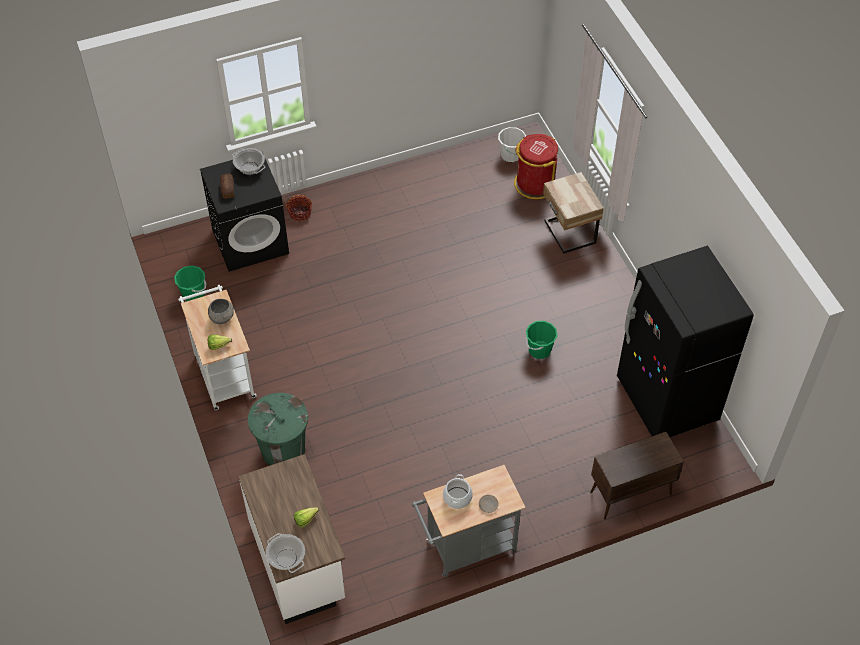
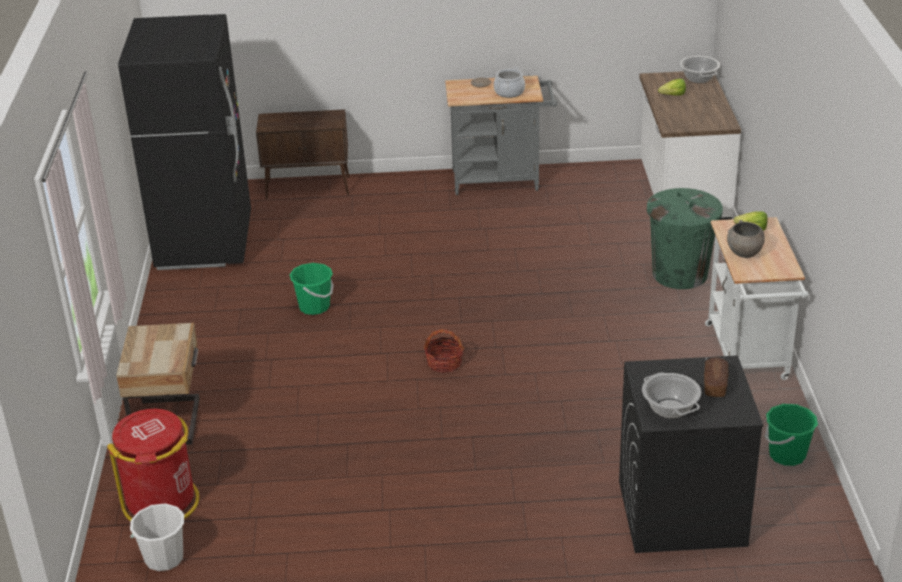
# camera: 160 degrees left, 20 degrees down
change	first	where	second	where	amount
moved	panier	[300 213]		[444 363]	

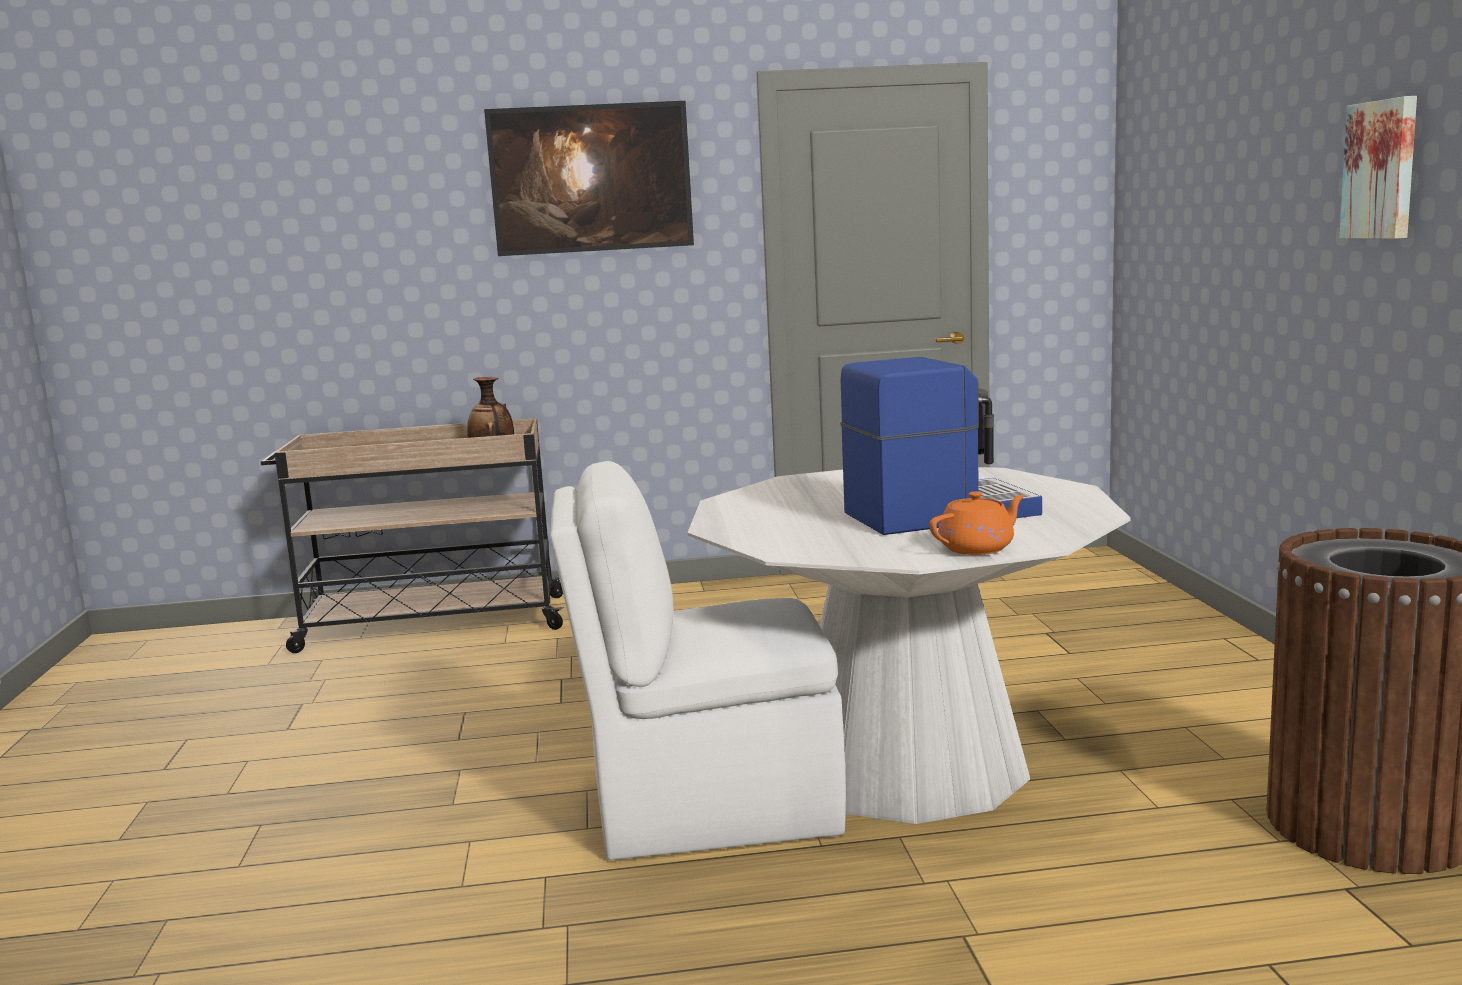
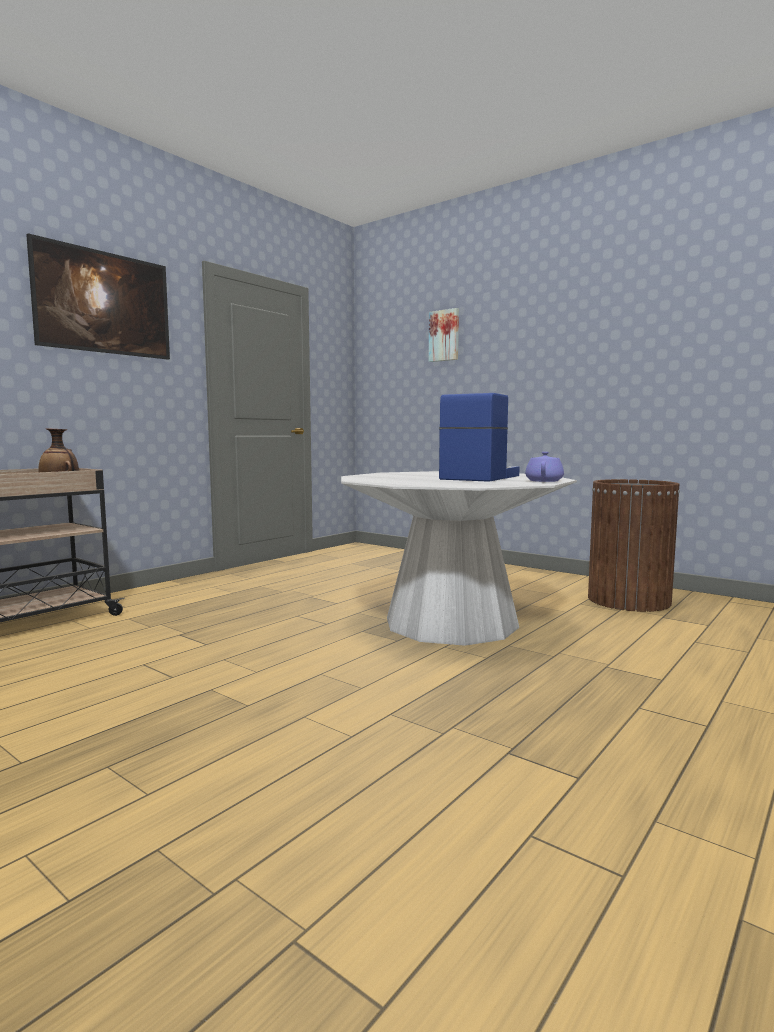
# camera: 45 degrees left, 5 degrees down
change	first	where	second	where	amount
moved	tableau	[1382 170]		[444 335]	
recoloured	théière/orange	[978 548]	théière/violet	[544 481]	
removed	chaise/blanc	[708 807]			

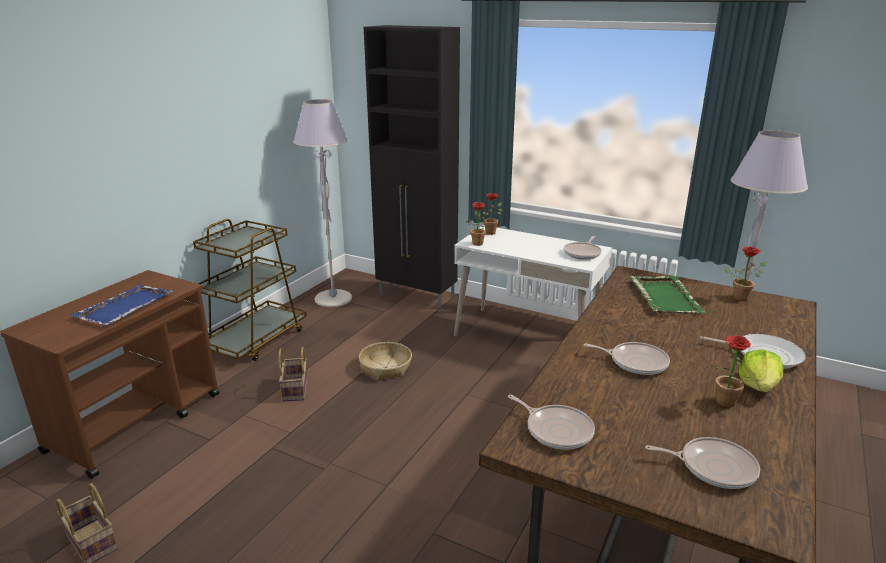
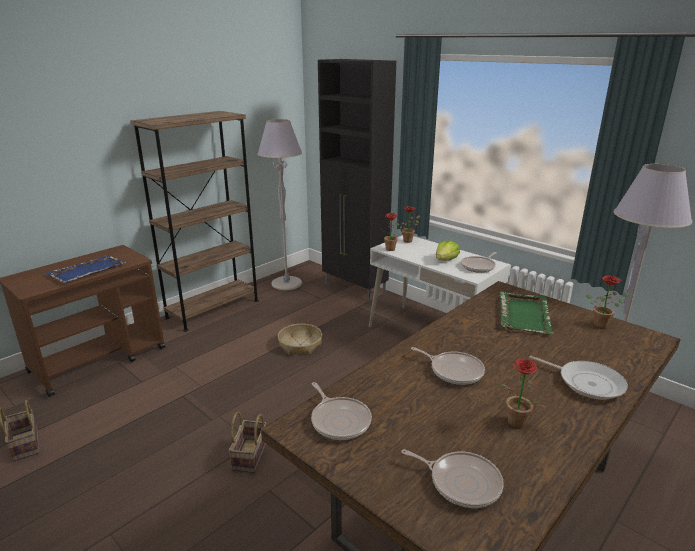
# camera: 15 degrees right, 0 degrees up
change	first	where	second	where	amount
replaced	chariot/marron	[256 340]	bibliothèque/marron	[213 309]	
moved	panier	[296 390]		[250 457]	
moved	laitue	[759 385]		[446 260]	

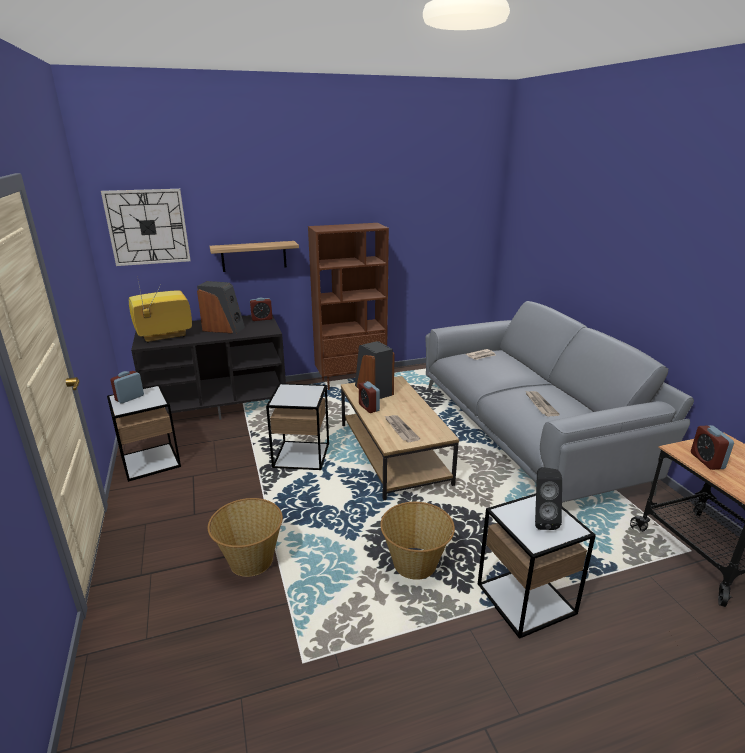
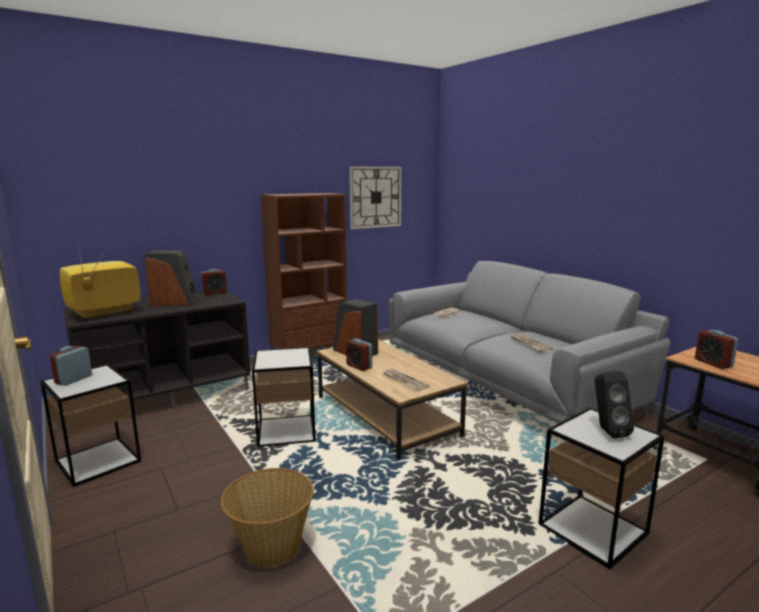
# camera: 15 degrees left, 10 degrees down
change	first	where	second	where	amount
moved	horloge murale	[148 227]		[375 197]	
removed	étagère	[254 256]			
removed	panier	[415 564]			

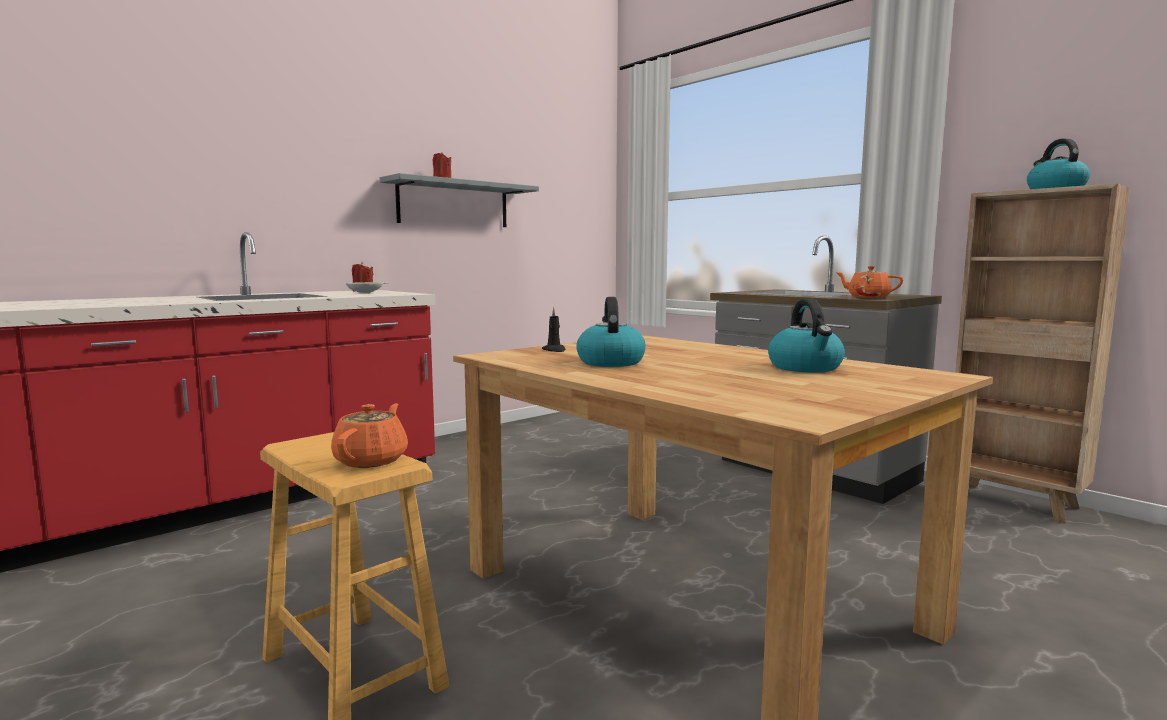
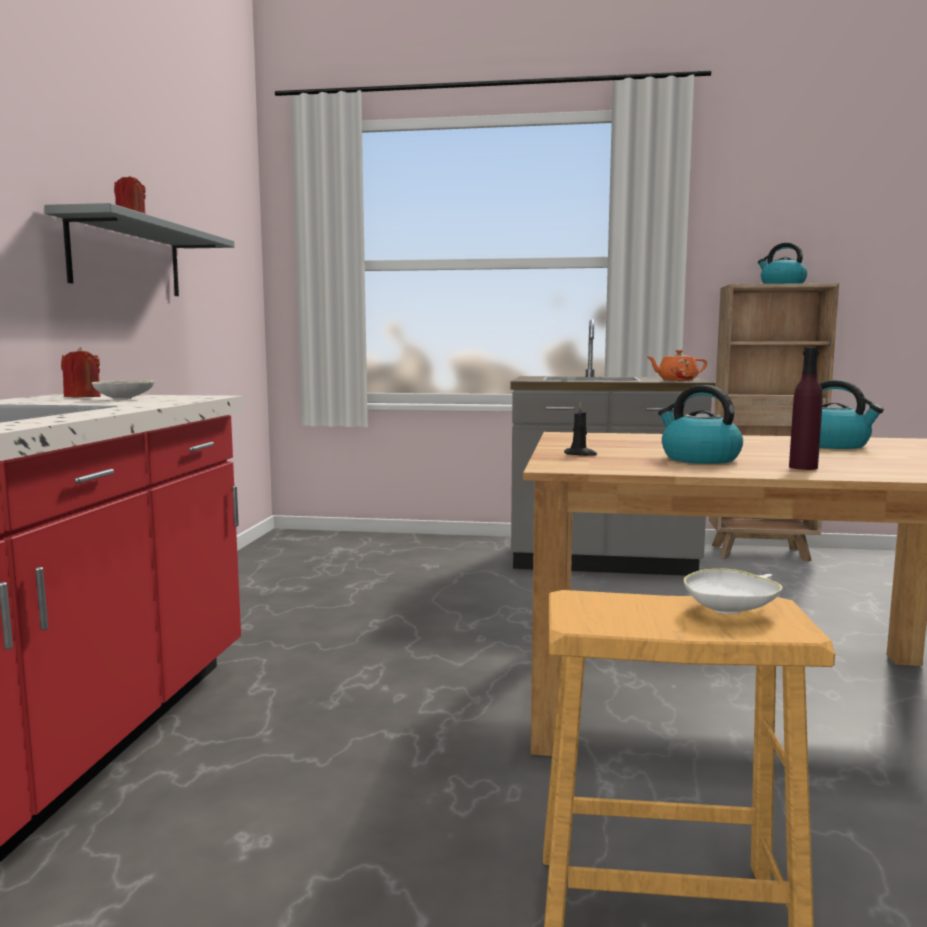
# camera: 40 degrees left, 0 degrees up
change	first	where	second	where	amount
replaced	théière/orange	[372 460]	bol/blanc	[730 608]	
added			bouteille/violet	[803 467]	

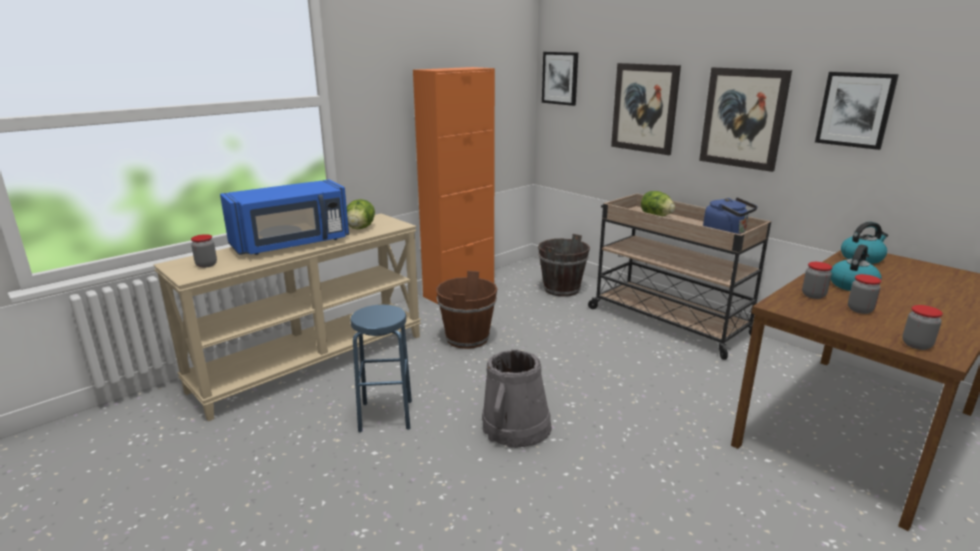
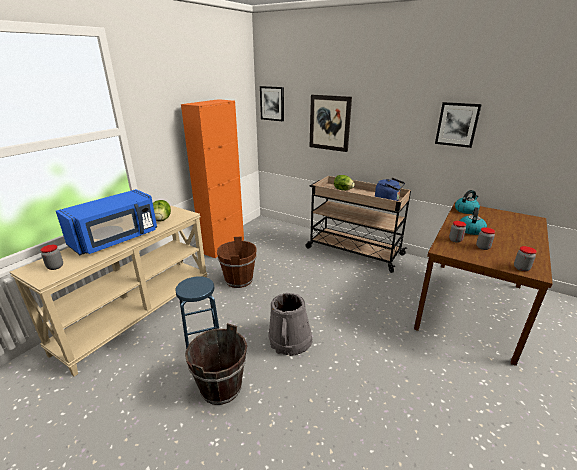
# camera: 15 degrees left, 5 degrees up
change	first	where	second	where	amount
moved	seau/marron	[562 289]		[221 388]	
removed	tableau	[743 118]			

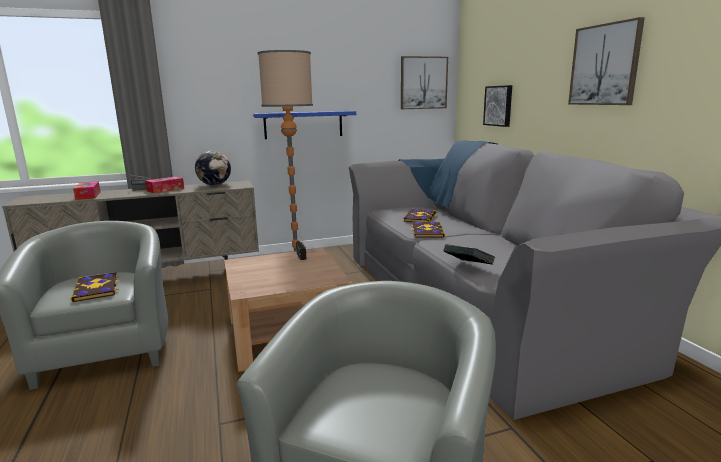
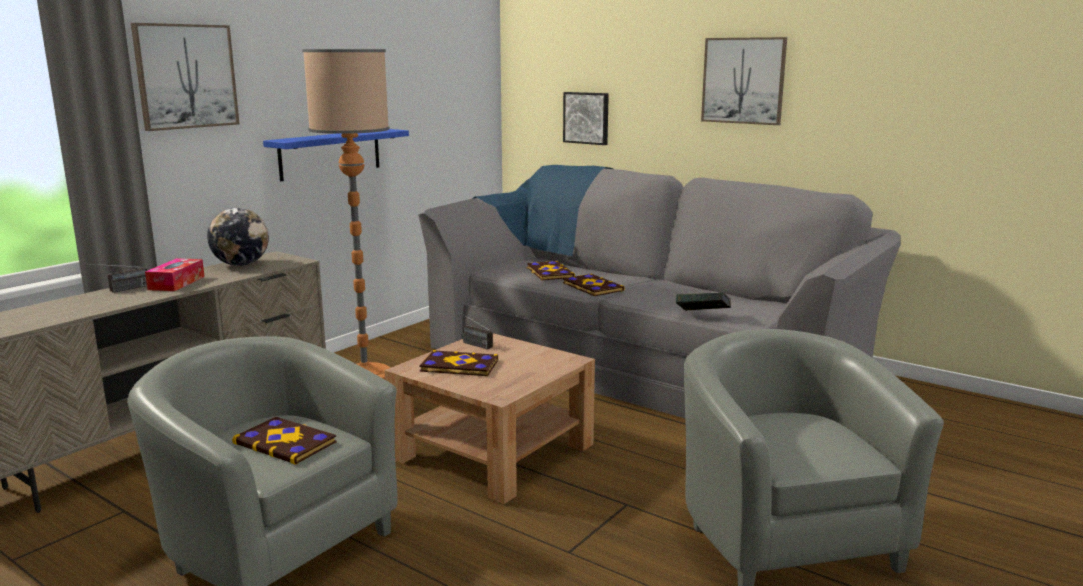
# camera: 35 degrees left, 0 degrees up
change	first	where	second	where	amount
moved	tableau	[423 83]		[186 76]	
added			livre	[459 366]	
removed	boîte à mouchoirs	[88 196]			

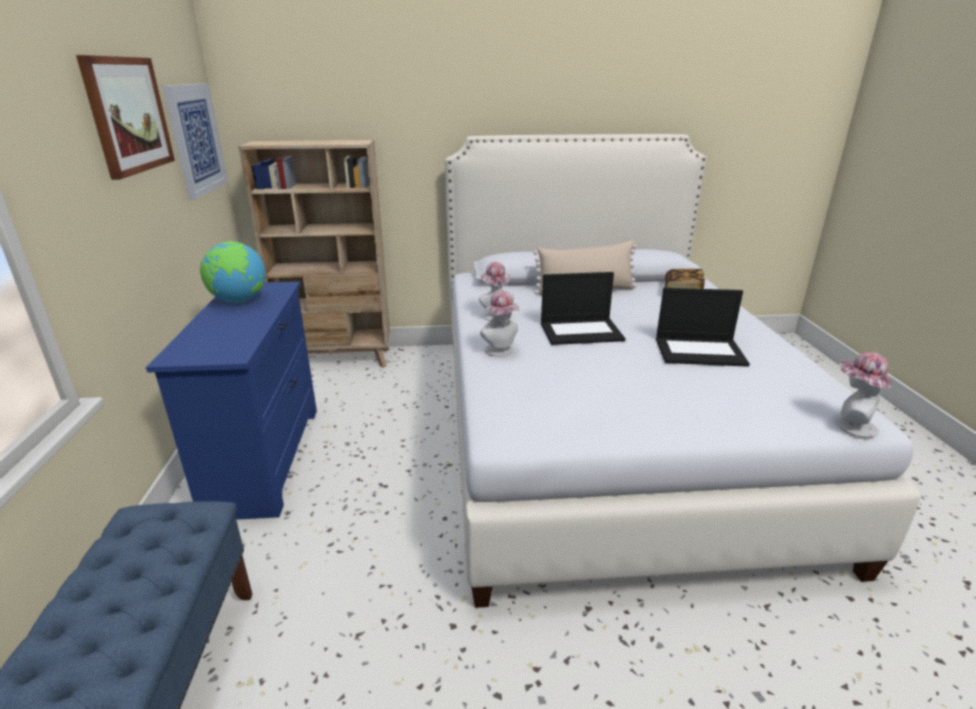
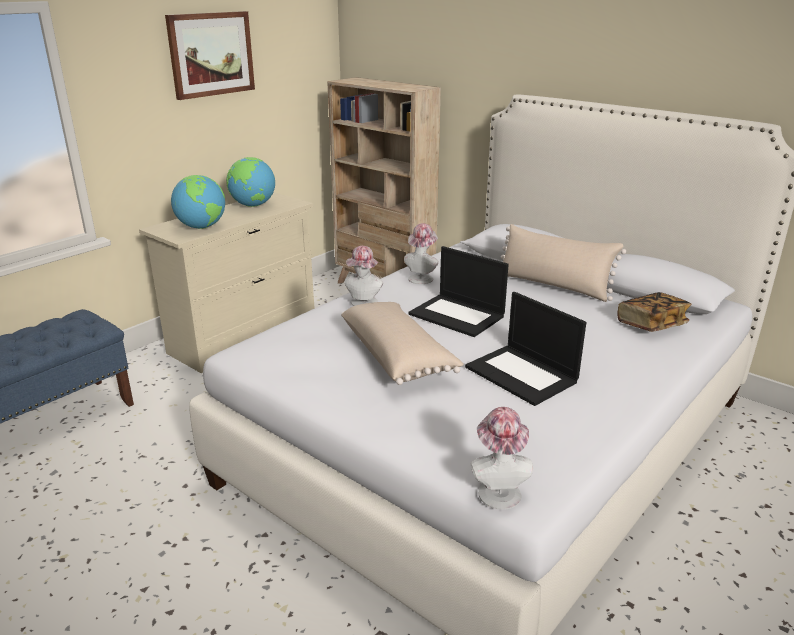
# camera: 45 degrees right, 0 degrees up
change	first	where	second	where	amount
recoloured	commode/bleu	[266 458]	commode/beige	[244 335]	
added			globe	[202 227]	
added			coussin/beige	[398 356]	
removed	tableau	[196 139]			

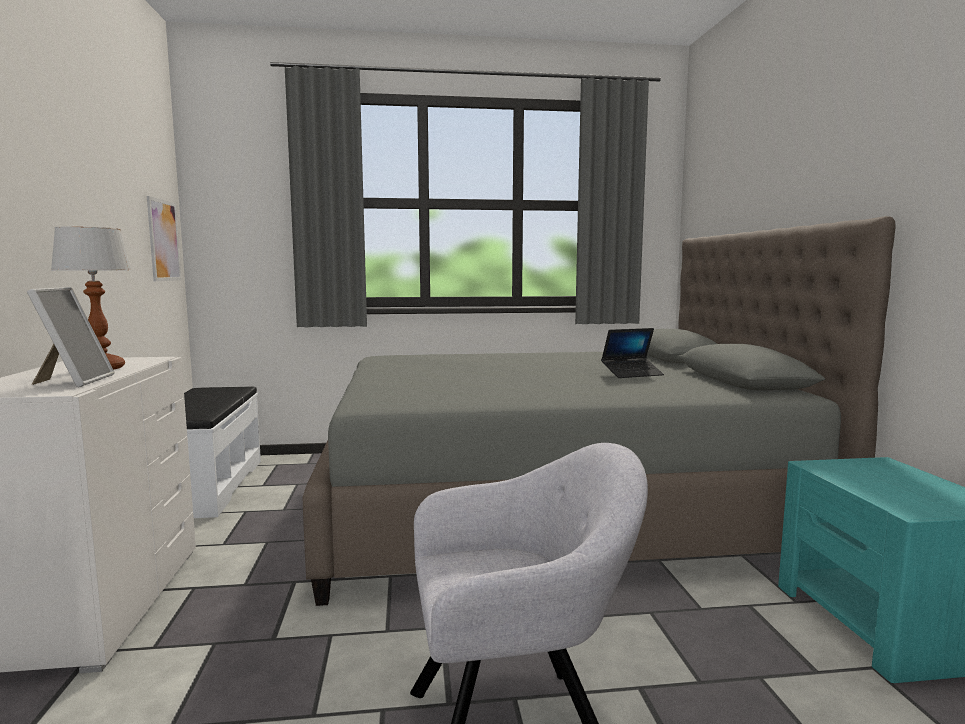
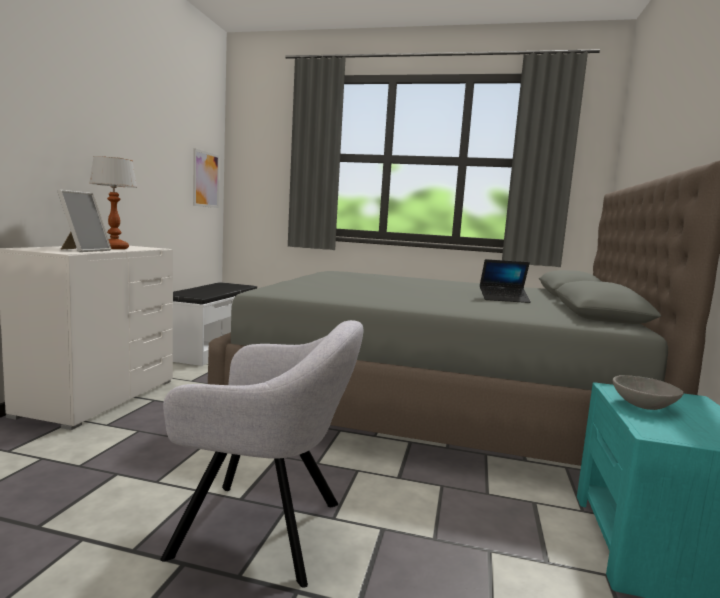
# camera: 20 degrees right, 0 degrees up
change	first	where	second	where	amount
added			bol/gris	[643 405]	

